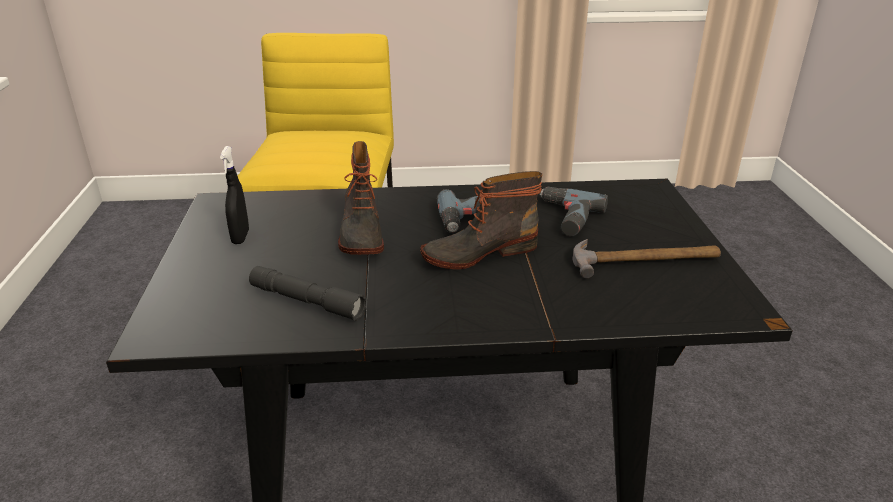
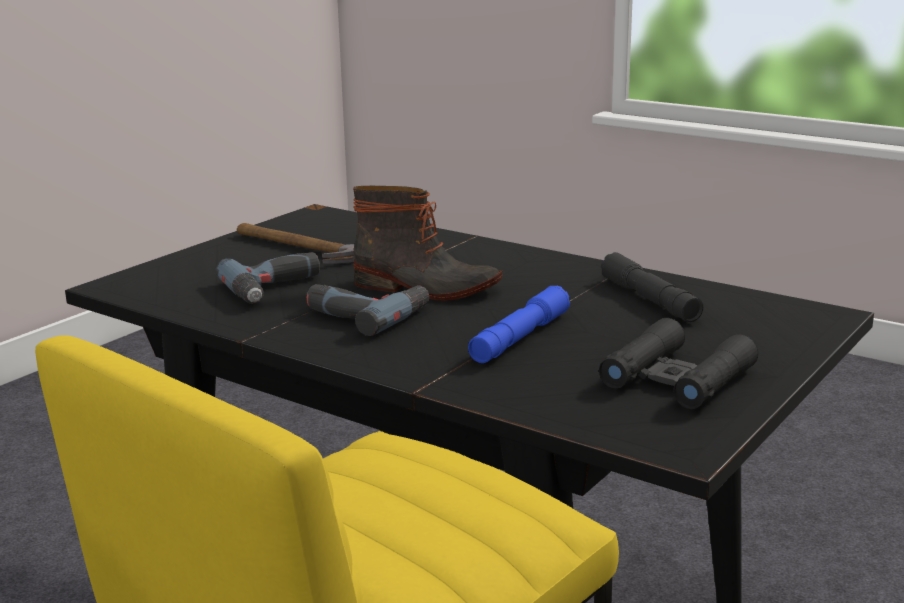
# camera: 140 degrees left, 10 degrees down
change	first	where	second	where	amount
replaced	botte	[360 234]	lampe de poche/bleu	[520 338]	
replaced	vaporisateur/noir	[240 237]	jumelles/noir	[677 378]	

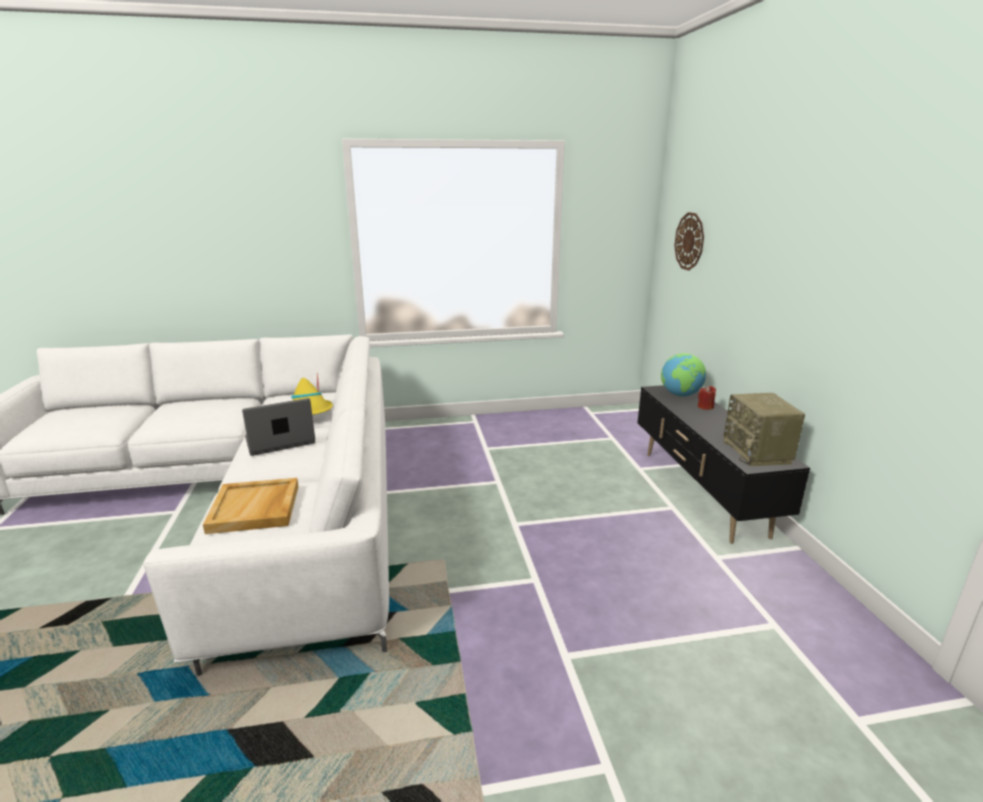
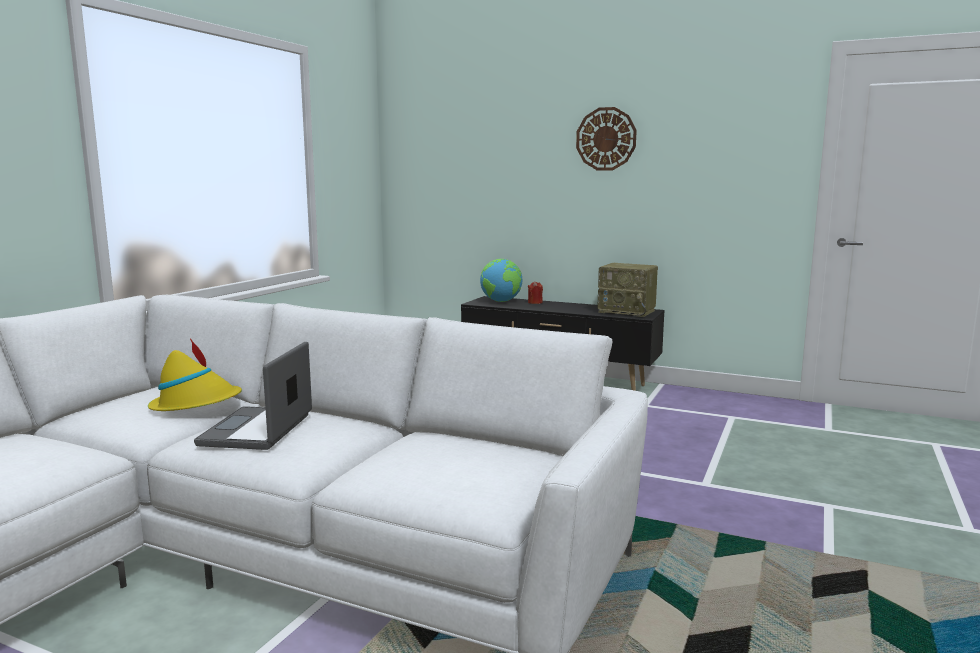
# camera: 55 degrees left, 10 degrees down
change	first	where	second	where	amount
moved	horloge murale	[689 241]		[606 139]	
removed	plateau/beige	[255 509]			

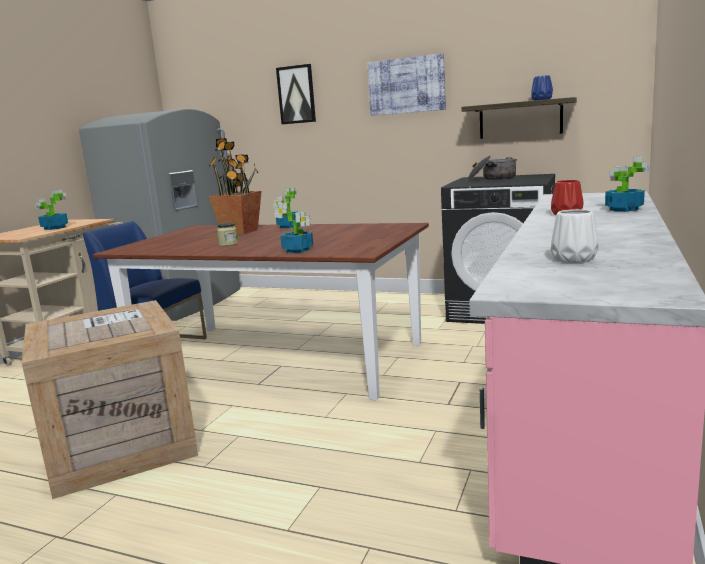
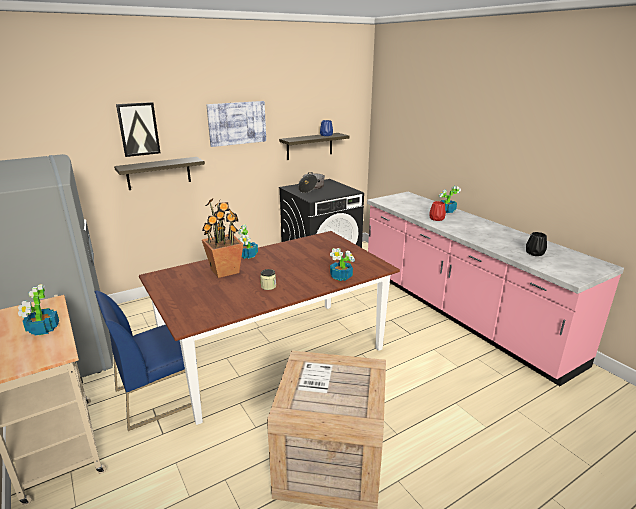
# camera: 55 degrees left, 10 degrees up
change	first	where	second	where	amount
added			étagère	[159 173]	
recoloured	vase/blanc	[573 259]	vase/noir	[535 253]	

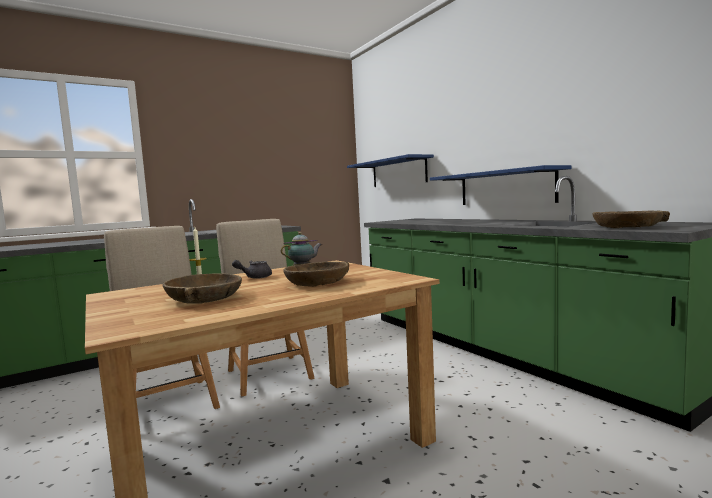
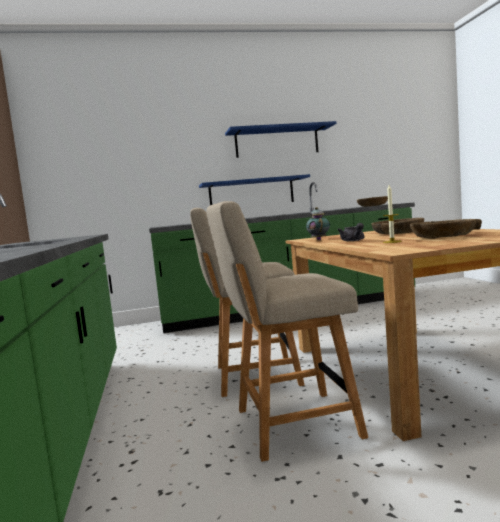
# camera: 70 degrees left, 0 degrees up
change	first	where	second	where	amount
moved	étagère/bleu	[398 172]		[277 142]	

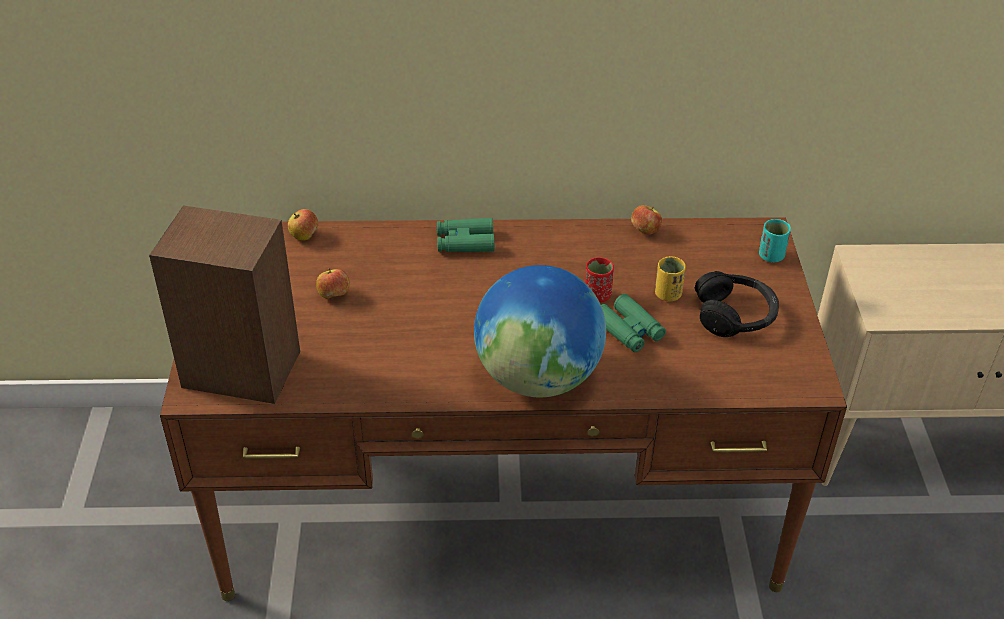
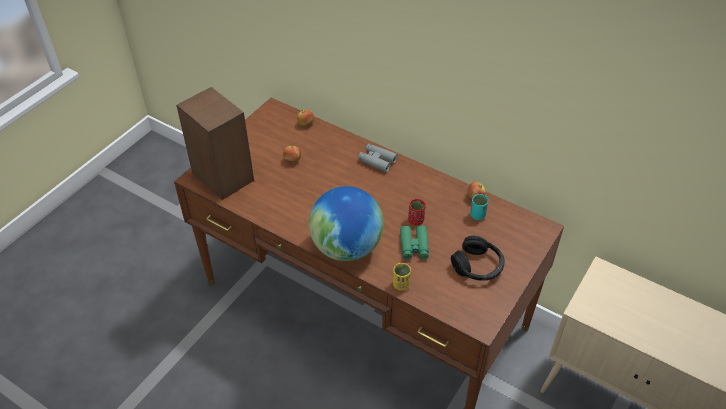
# camera: 35 degrees right, 5 degrees up
change	first	where	second	where	amount
recoloured	jumelles/vert	[465 242]	jumelles/gris	[377 160]	
moved	tasse/jaune	[667 294]		[401 284]	
moved	tasse/turquoise	[771 256]		[477 215]	

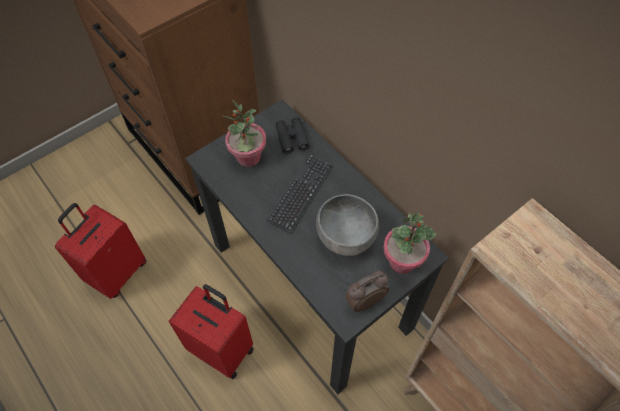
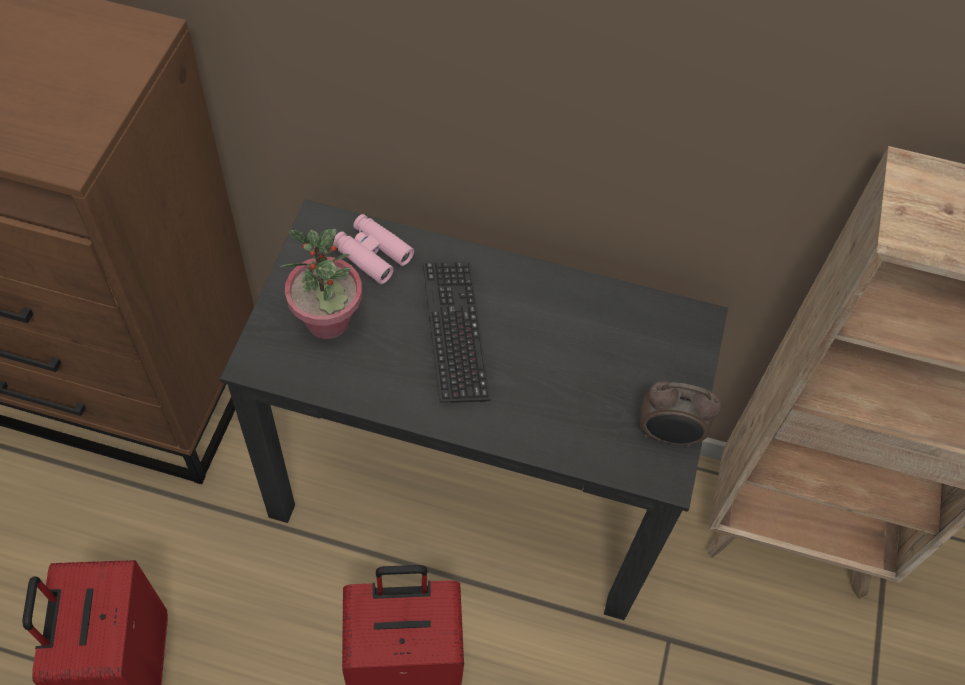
# camera: 40 degrees left, 0 degrees up
change	first	where	second	where	amount
recoloured	jumelles/noir	[292 138]	jumelles/rose	[372 254]	
turned	réveil	[364 301]		[668 435]	105 degrees counterclockwise
removed	bol/gris	[346 239]			
removed	plante en pot	[402 261]			

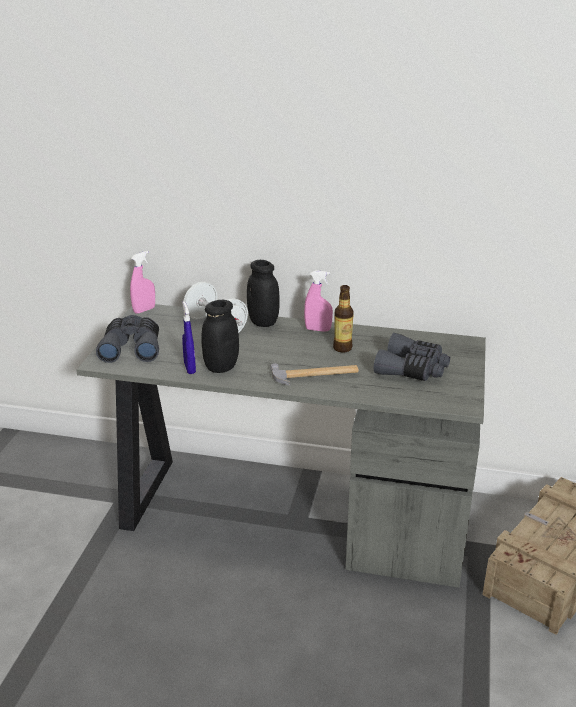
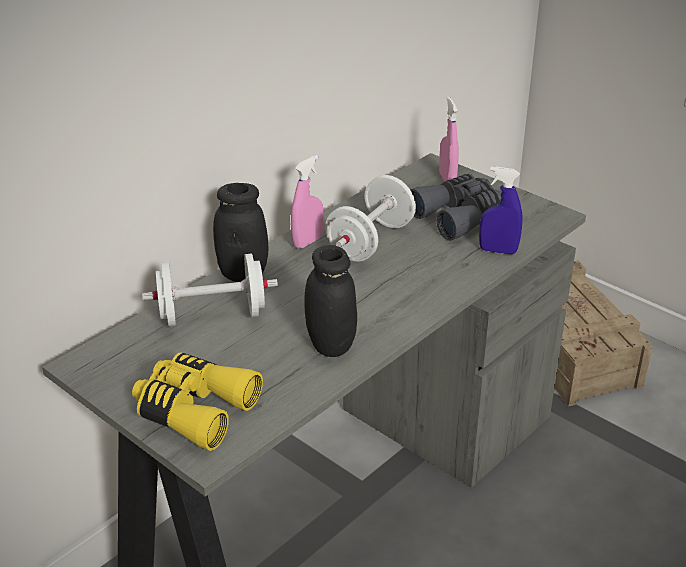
# camera: 60 degrees left, 5 degrees up
change	first	where	second	where	amount
recoloured	jumelles/gris	[132 347]	jumelles/jaune	[194 410]	
replaced	bouteille	[342 348]	haltère/blanc	[370 241]	
moved	vaporisateur/rose	[144 310]		[447 179]	
moved	vaporisateur/bleu	[189 368]		[498 251]	
removed	marteau	[315 375]			

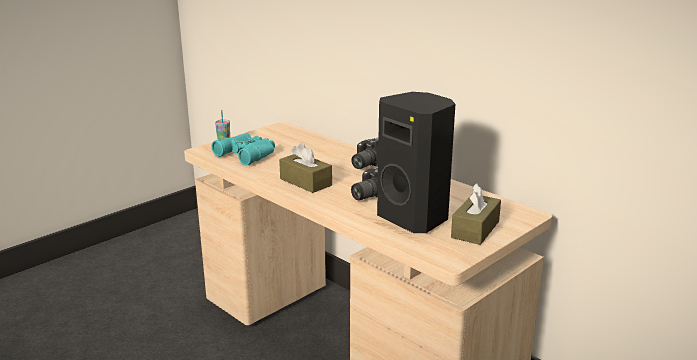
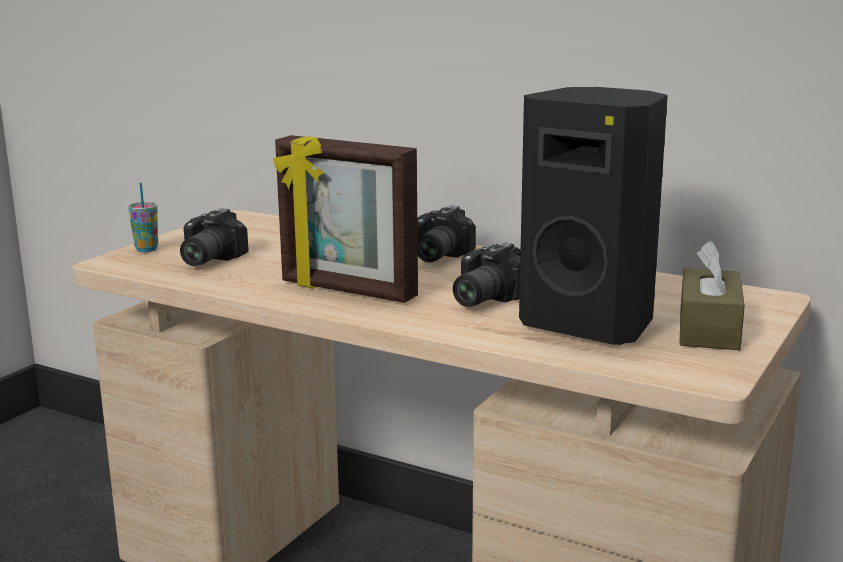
# camera: 15 degrees left, 5 degrees down
change	first	where	second	where	amount
replaced	jumelles/turquoise	[248 154]	appareil photo	[205 259]	
replaced	boîte à mouchoirs/marron	[305 182]	cadre photo	[347 291]	

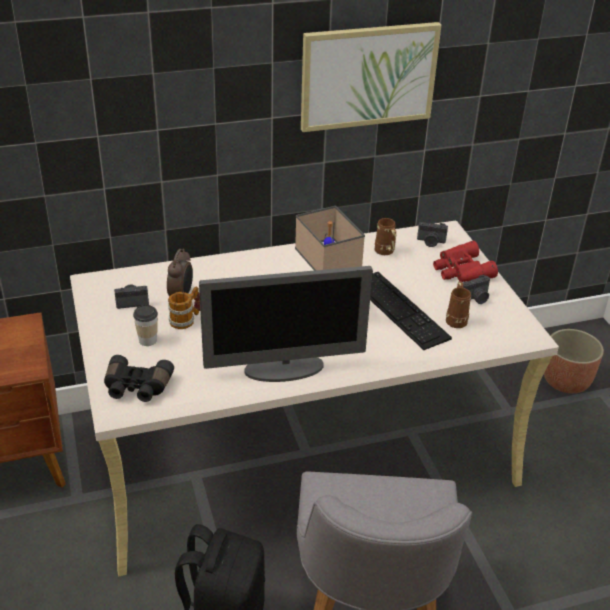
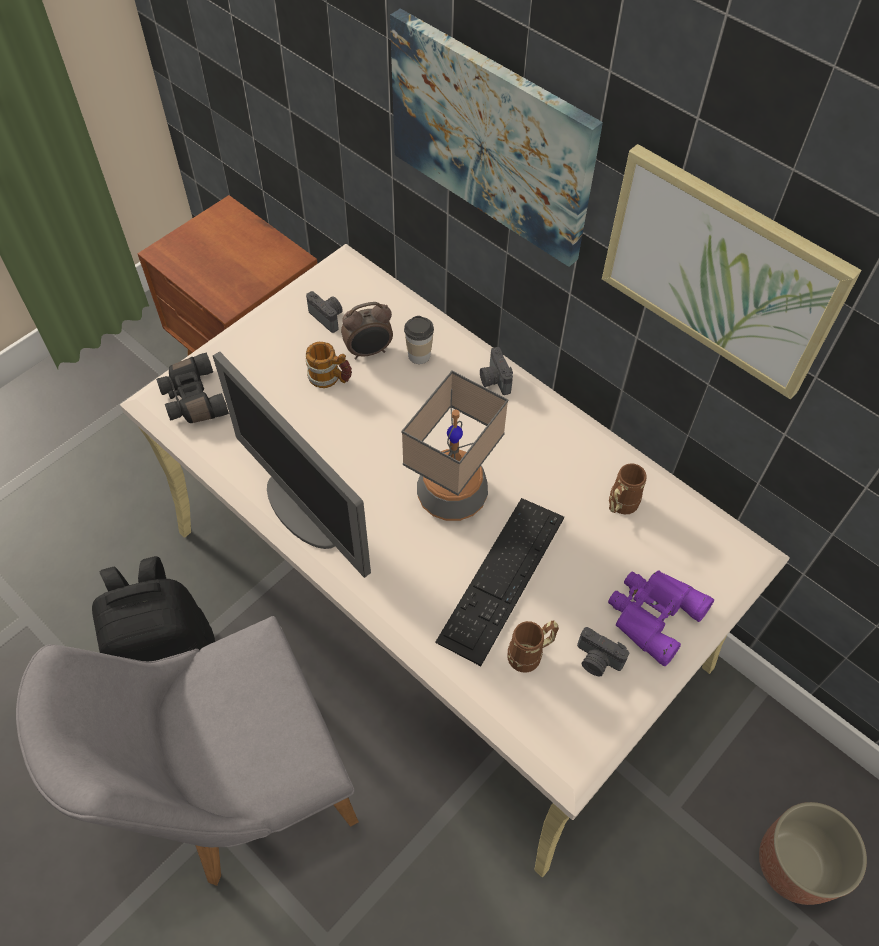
# camera: 60 degrees right, 20 degrees up
change	first	where	second	where	amount
added			tableau	[491 137]	
moved	tasse	[148 340]		[419 355]	
moved	appareil photo	[430 242]		[494 380]	
recoloured	jumelles/rouge	[461 270]	jumelles/violet	[651 614]	

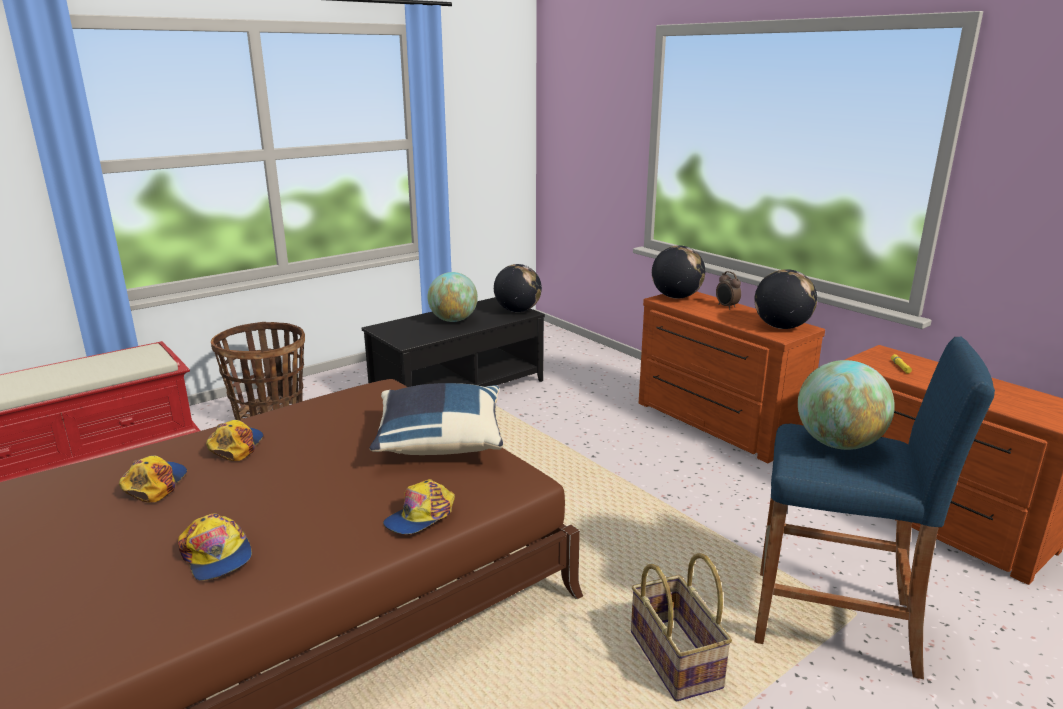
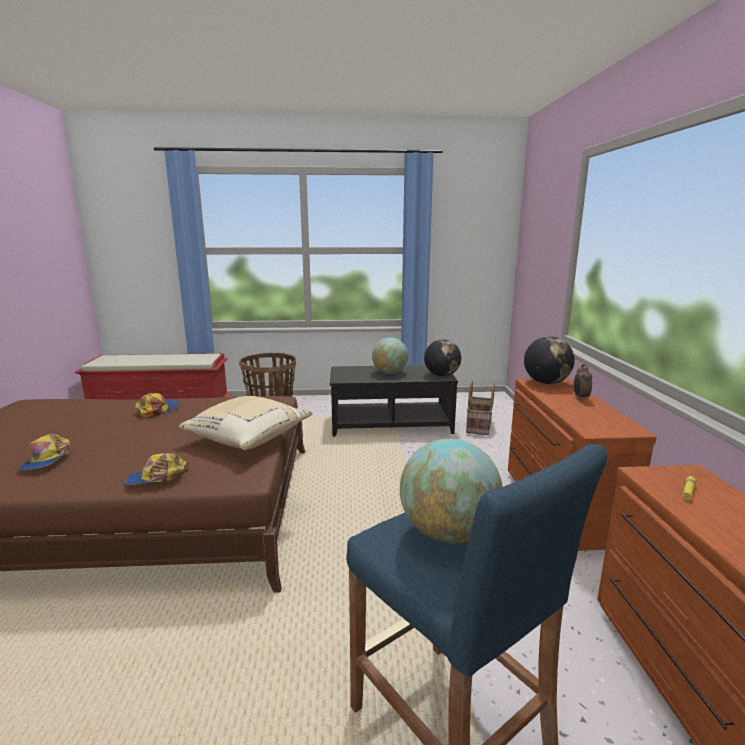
# camera: 35 degrees right, 5 degrees down
change	first	where	second	where	amount
recoloured	coussin/bleu	[439 441]	coussin/beige	[248 438]	
moved	panier	[677 659]		[479 426]	
removed	casquette	[154 484]			
removed	globe	[781 327]			

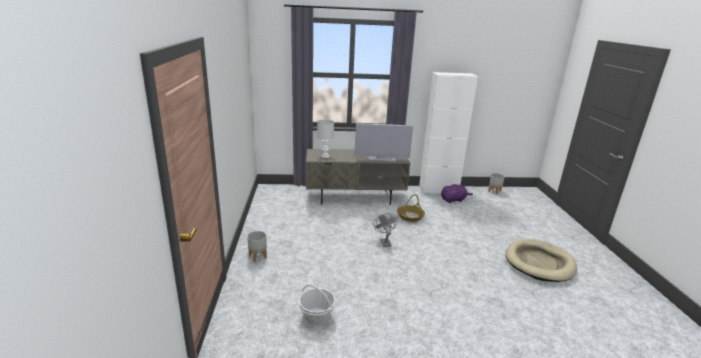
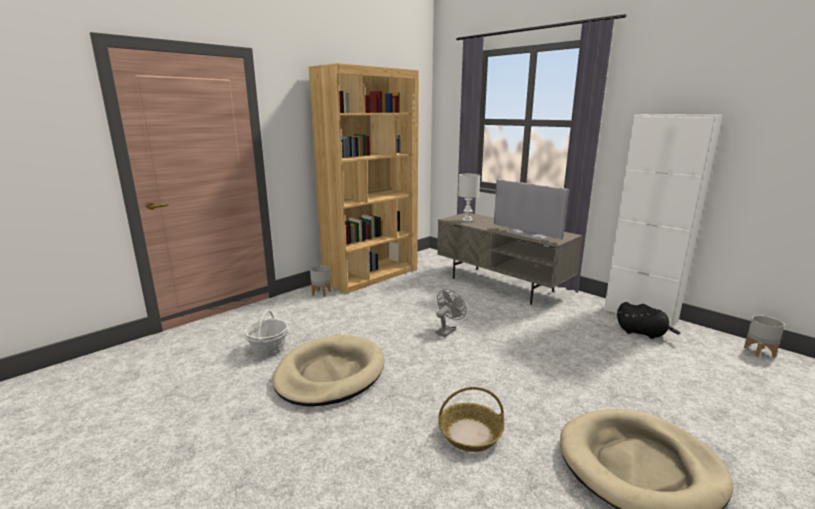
# camera: 50 degrees right, 5 degrees down
change	first	where	second	where	amount
added			panier pour chien/beige	[330 374]	
added			bibliothèque/marron	[372 275]	
moved	panier	[410 216]		[469 434]	
recoloured	peluche/violet	[454 200]	peluche/noir	[643 333]	

